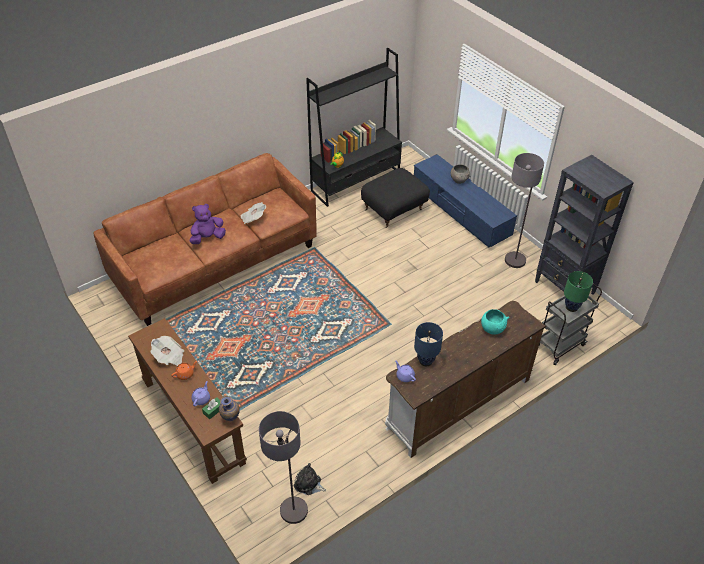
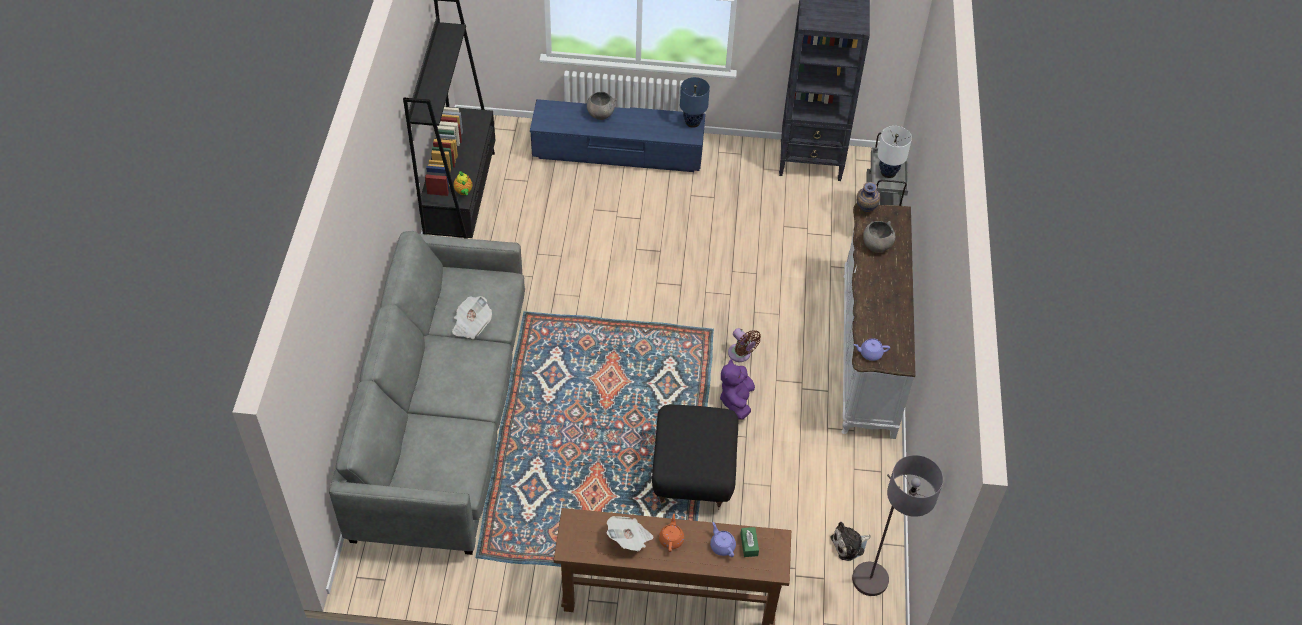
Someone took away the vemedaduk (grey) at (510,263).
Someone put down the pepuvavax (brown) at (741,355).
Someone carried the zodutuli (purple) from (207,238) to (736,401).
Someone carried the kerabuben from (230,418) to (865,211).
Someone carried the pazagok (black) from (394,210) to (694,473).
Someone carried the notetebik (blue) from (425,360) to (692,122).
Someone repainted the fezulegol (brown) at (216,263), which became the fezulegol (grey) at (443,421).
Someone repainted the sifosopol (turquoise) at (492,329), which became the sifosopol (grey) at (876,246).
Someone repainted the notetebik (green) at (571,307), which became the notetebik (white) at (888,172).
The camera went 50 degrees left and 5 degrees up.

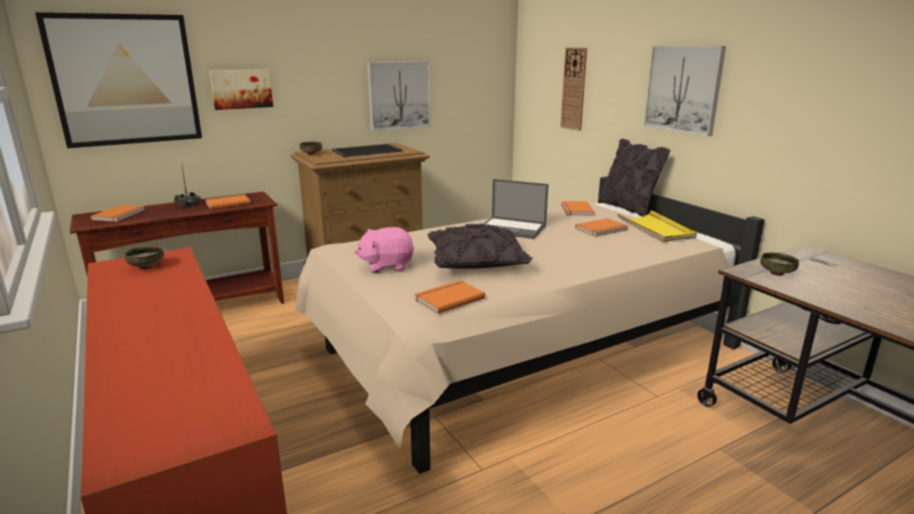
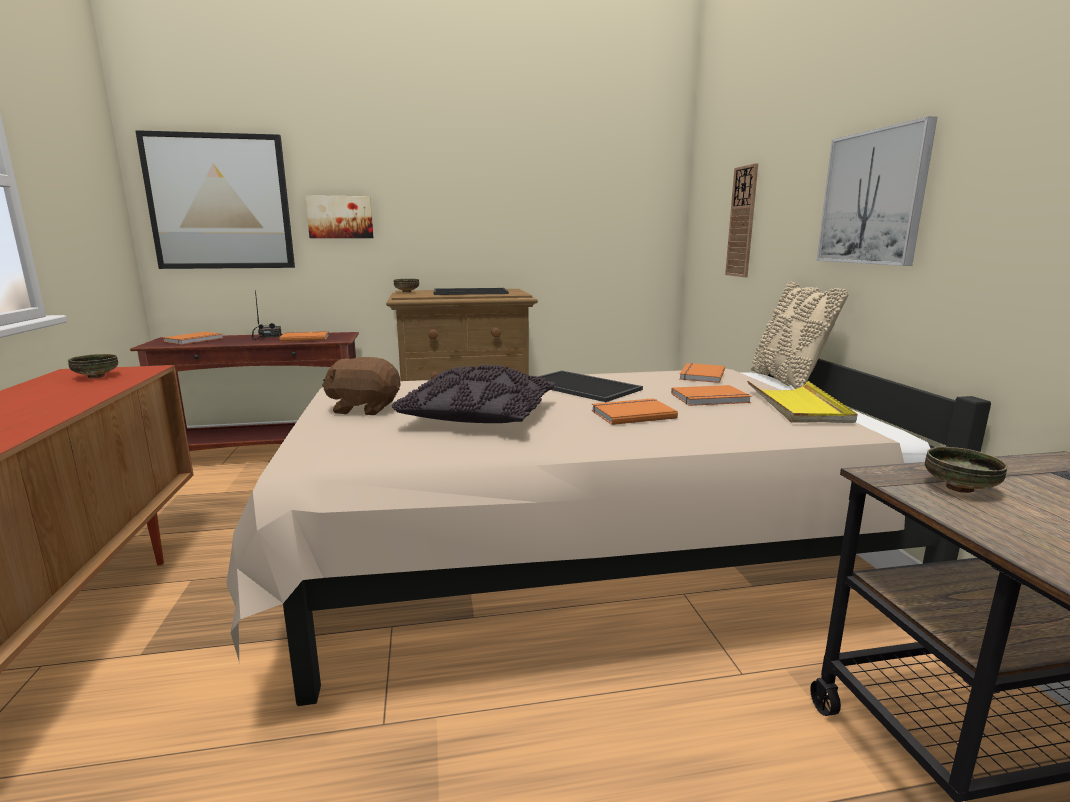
Someone took away the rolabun at (399,95).
Someone carried the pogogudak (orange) from (448,298) to (632,414).
Someone swapped the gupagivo at (513,228) for the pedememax at (583,386).
Someone repainted the zodutuli (pink) at (387,266), which became the zodutuli (brown) at (364,408).
Someone repainted the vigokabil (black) at (628,208), which became the vigokabil (beige) at (787,380).
The camera went 20 degrees right and 5 degrees down.

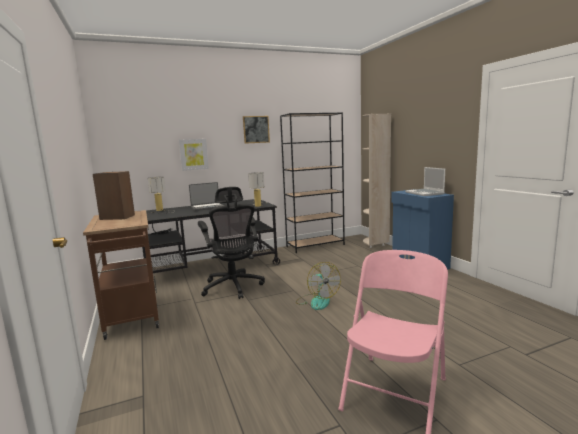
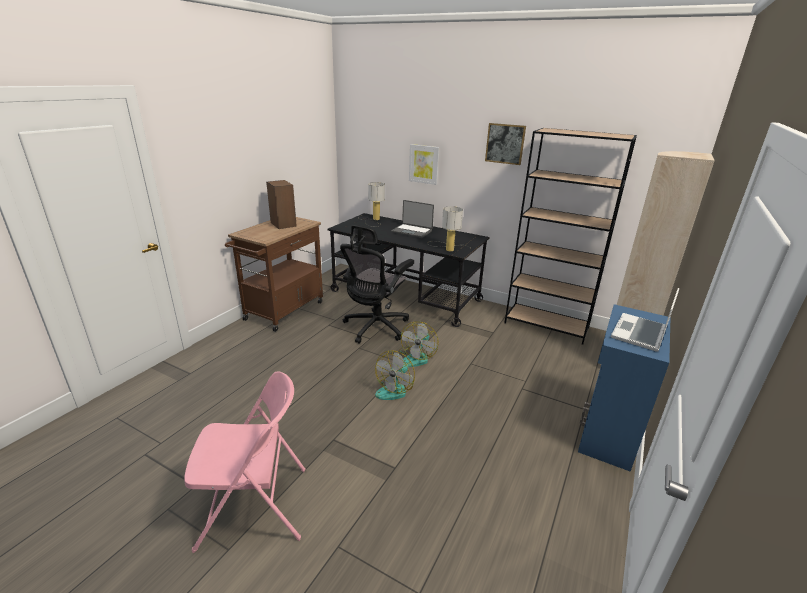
Someone put down the pepuvavax at (417,357).
The camera went 50 degrees right and 15 degrees up.

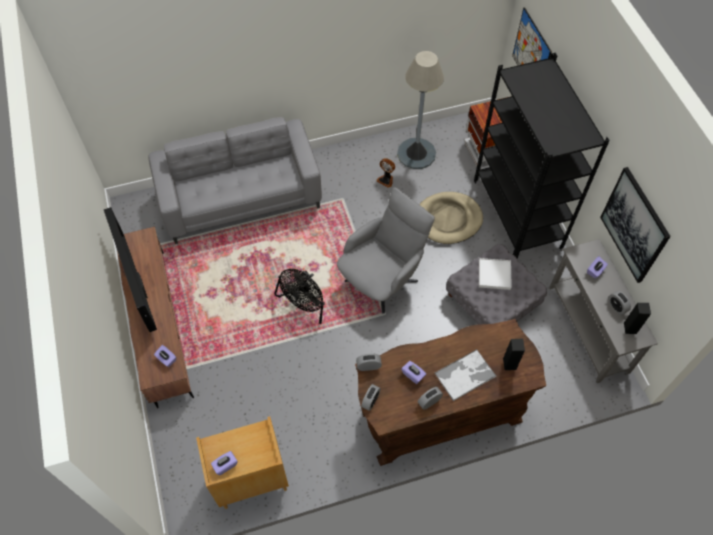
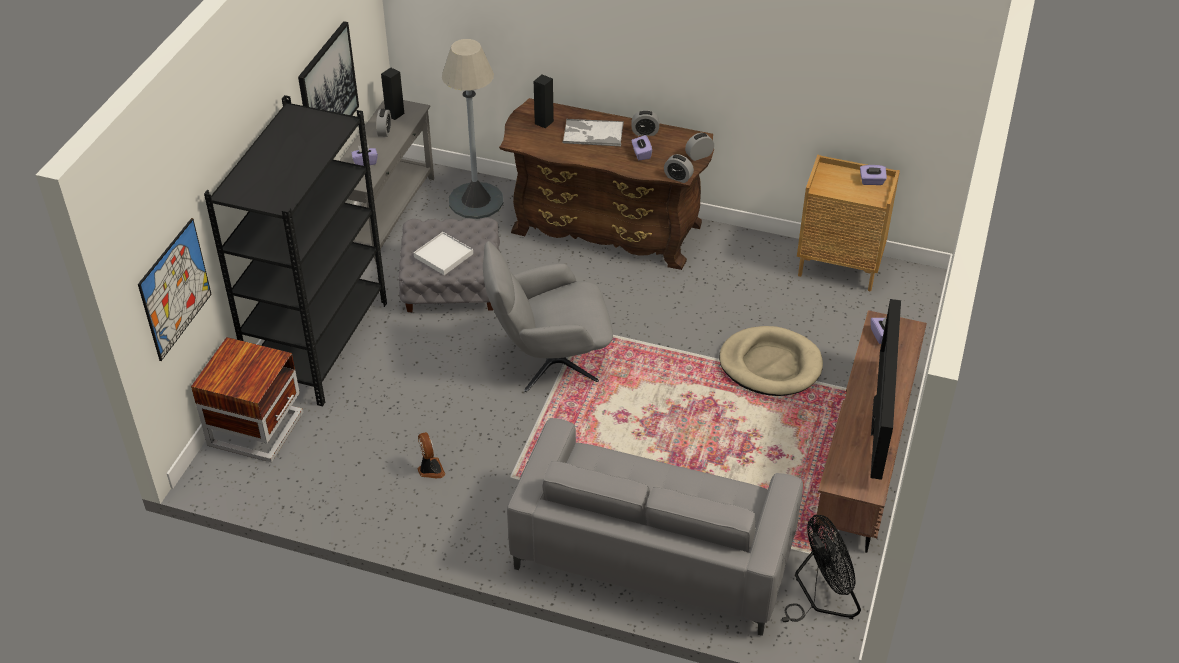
Someone carried the pepuvavax (black) from (304,301) to (817,592).
Someone carried the vemedaduk (grey) from (416,153) to (476,201).
Someone carried the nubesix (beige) from (448,219) to (770,365).
The camera went 145 degrees left and 15 degrees down.

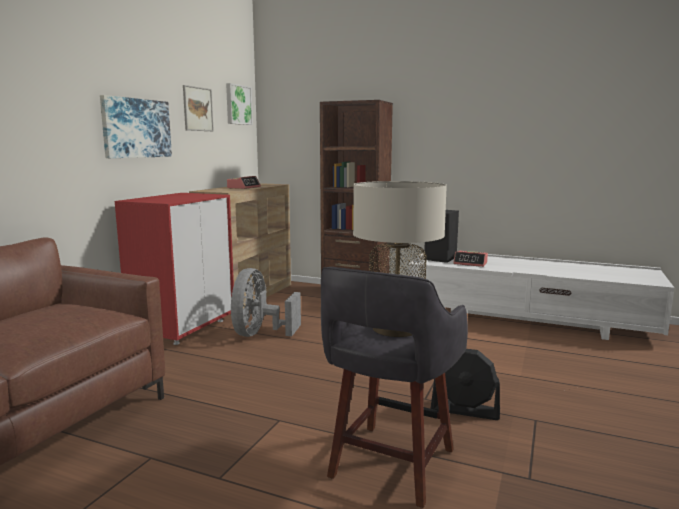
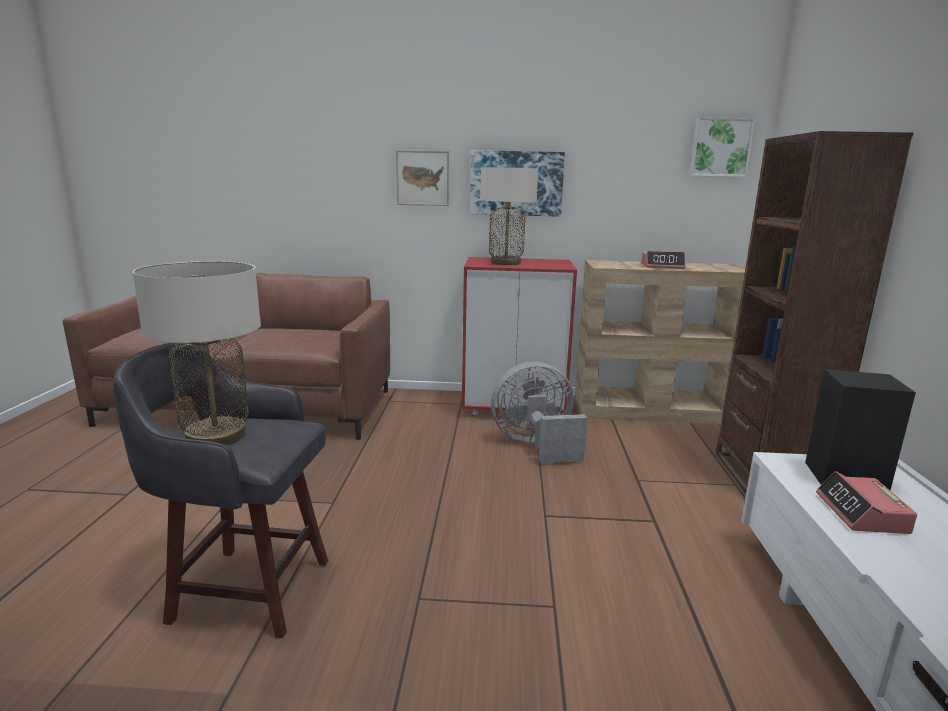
Someone took away the pepuvavax (black) at (465,410).
Someone put down the notetebik at (505,262).
Someone carried the rolabun from (198,109) to (422,178).
The camera went 70 degrees right and 5 degrees up.

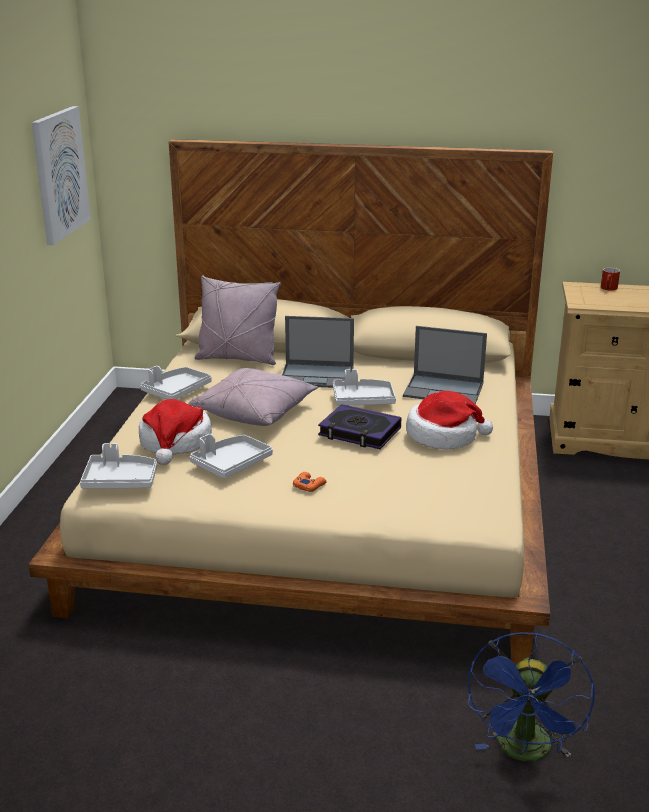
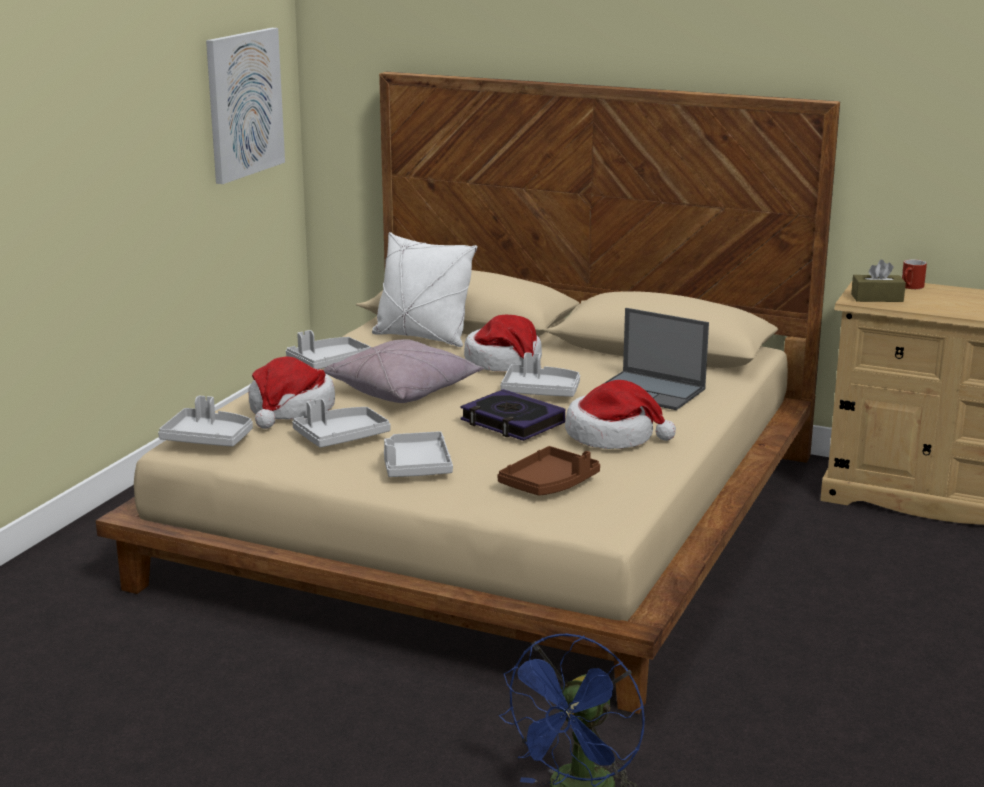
Someone put down the pedememax (brown) at (549,484).
Someone put down the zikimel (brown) at (877,298).
Someone swapped the gupagivo at (318,376) for the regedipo at (505,363).
Someone swapped the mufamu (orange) at (309,485) for the pedememax (grey) at (416,466).
Someone repainted the vigokabil (purple) at (237,358), which became the vigokabil (white) at (422,337).
The camera went 15 degrees right and 5 degrees down.

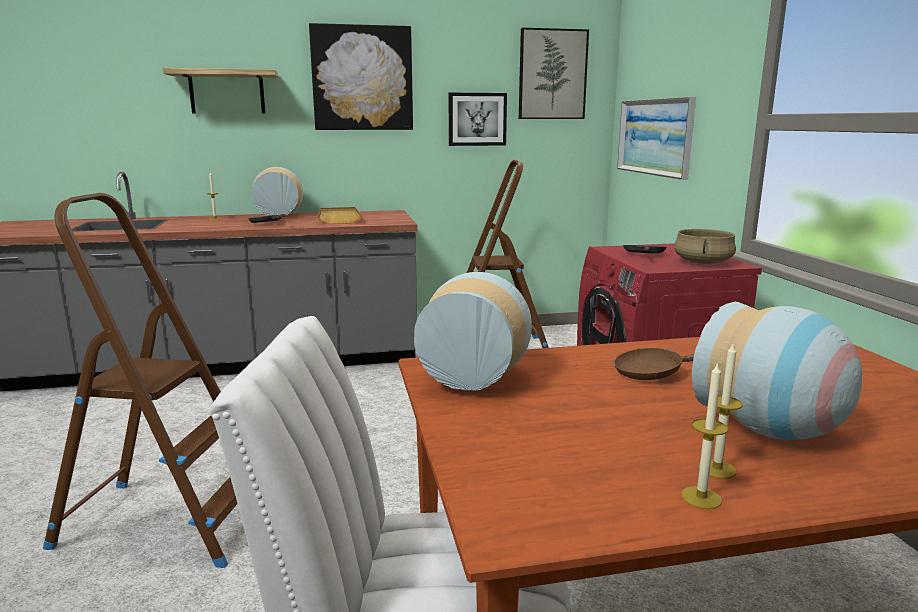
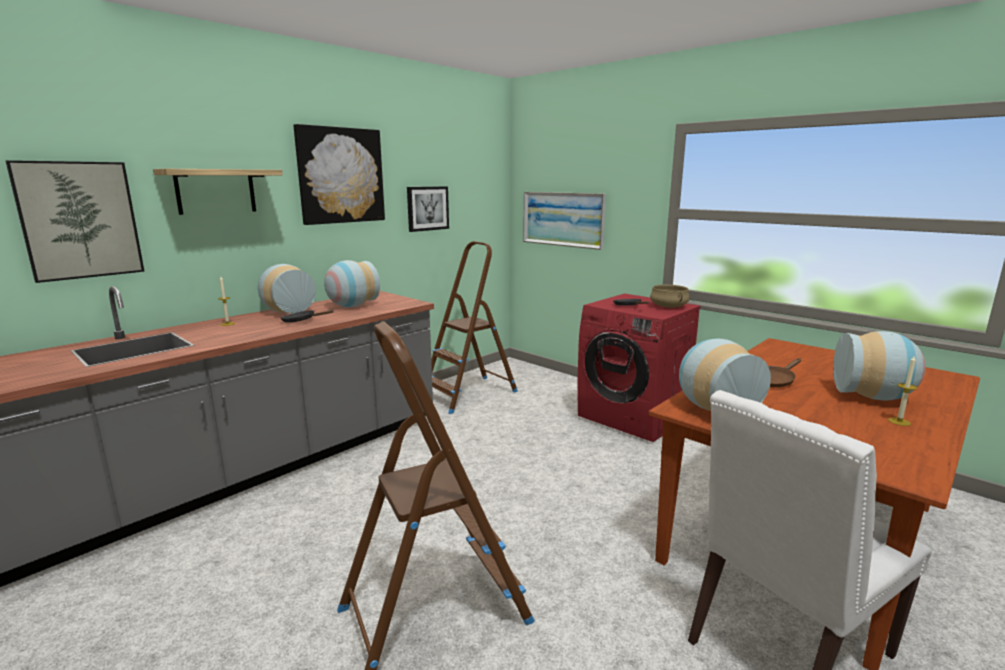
Someone took away the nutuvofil at (701,497).
Someone carried the rolabun from (552,75) to (79,220).
Someone swapped the pedememax (beige) at (339,218) for the kerabuben at (351,306).
The camera went 35 degrees left and 0 degrees up.

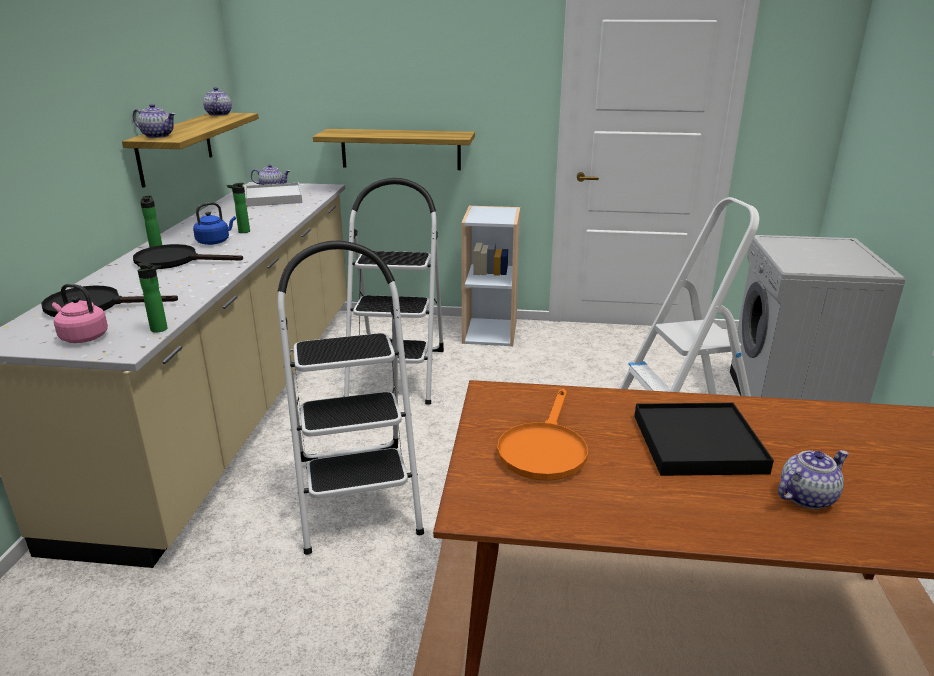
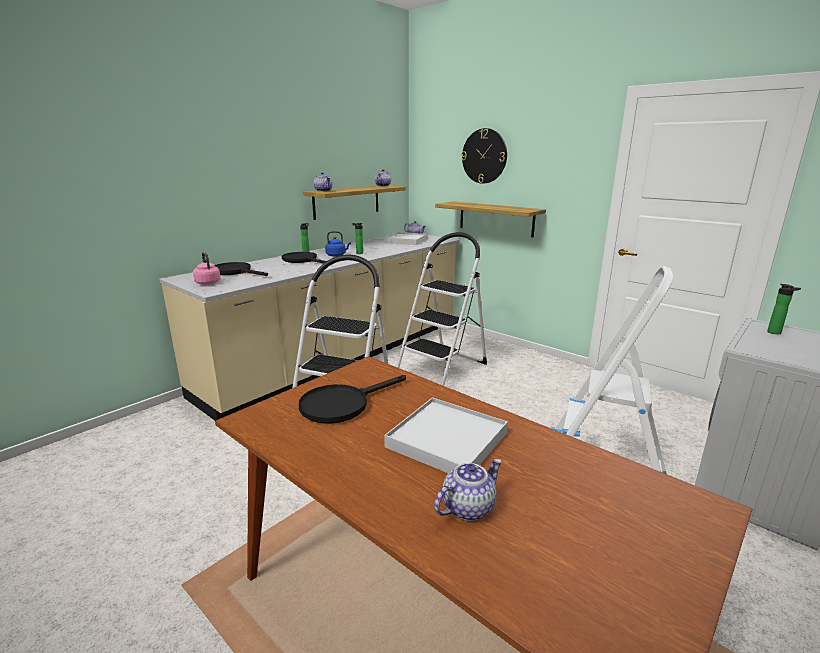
Someone took away the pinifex at (490,331).
Someone put up the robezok at (484,156).
Someone carried the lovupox from (161,329) to (776,333).
Someone repainted the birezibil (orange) at (543,448), which became the birezibil (black) at (342,404).
Someone repainted the pedememax (black) at (697,444), which became the pedememax (white) at (446,440).
Someone rotated the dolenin at (806,496) by 45 degrees counterclockwise.
The camera went 35 degrees right and 5 degrees down.

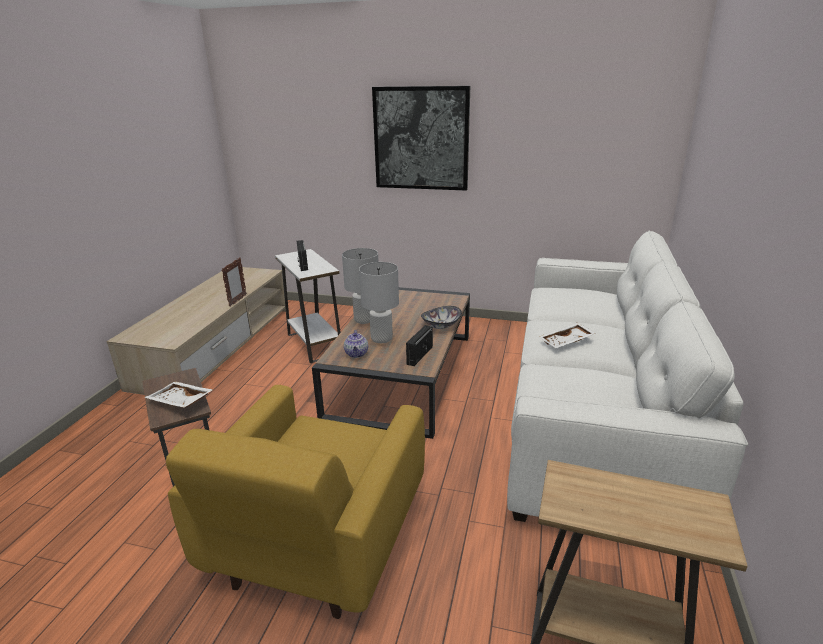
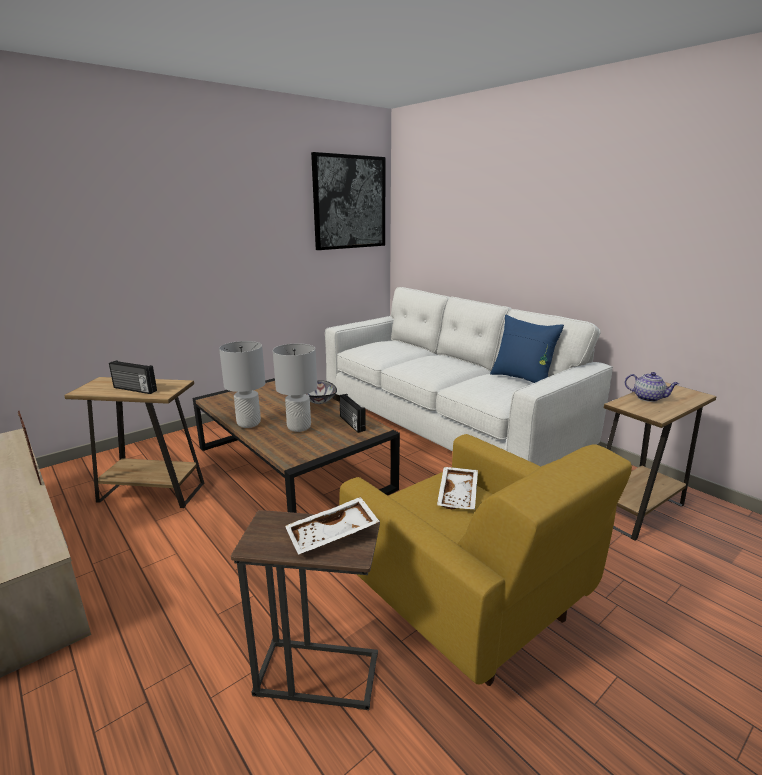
Someone put down the vigokabil (blue) at (521,380).
Someone carried the dolenin from (356,354) to (648,398).
Someone carried the rolabun from (421,139) to (349,202).
Someone carried the pedememax (white) from (566,342) to (459,495).
Someone repainted the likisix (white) at (314,344), which became the likisix (brown) at (152,492).
The camera went 55 degrees left and 5 degrees down.

